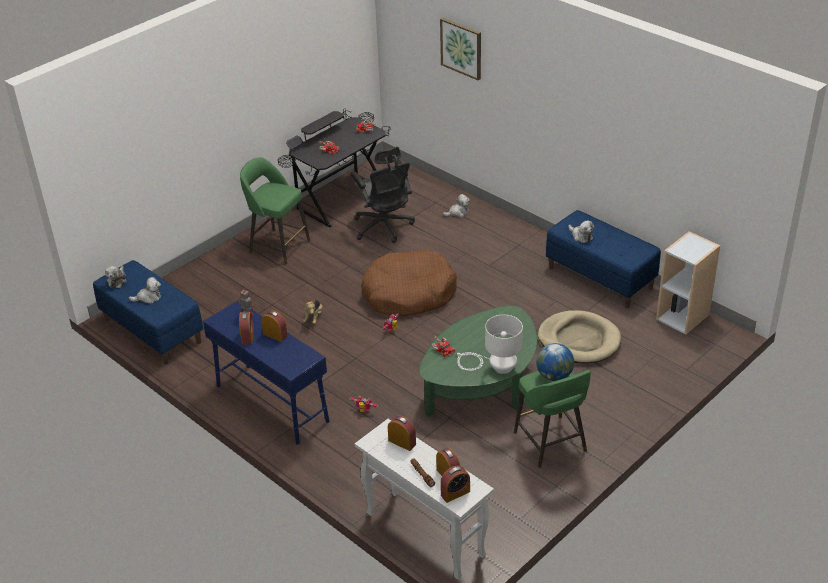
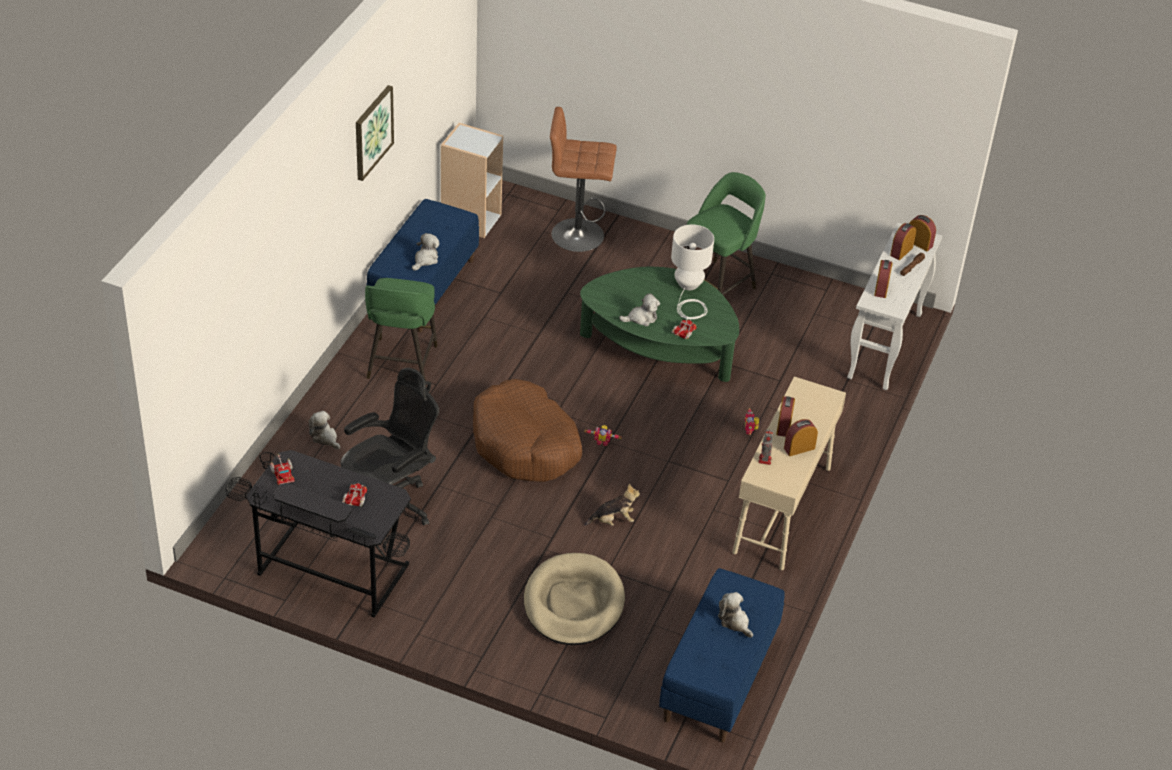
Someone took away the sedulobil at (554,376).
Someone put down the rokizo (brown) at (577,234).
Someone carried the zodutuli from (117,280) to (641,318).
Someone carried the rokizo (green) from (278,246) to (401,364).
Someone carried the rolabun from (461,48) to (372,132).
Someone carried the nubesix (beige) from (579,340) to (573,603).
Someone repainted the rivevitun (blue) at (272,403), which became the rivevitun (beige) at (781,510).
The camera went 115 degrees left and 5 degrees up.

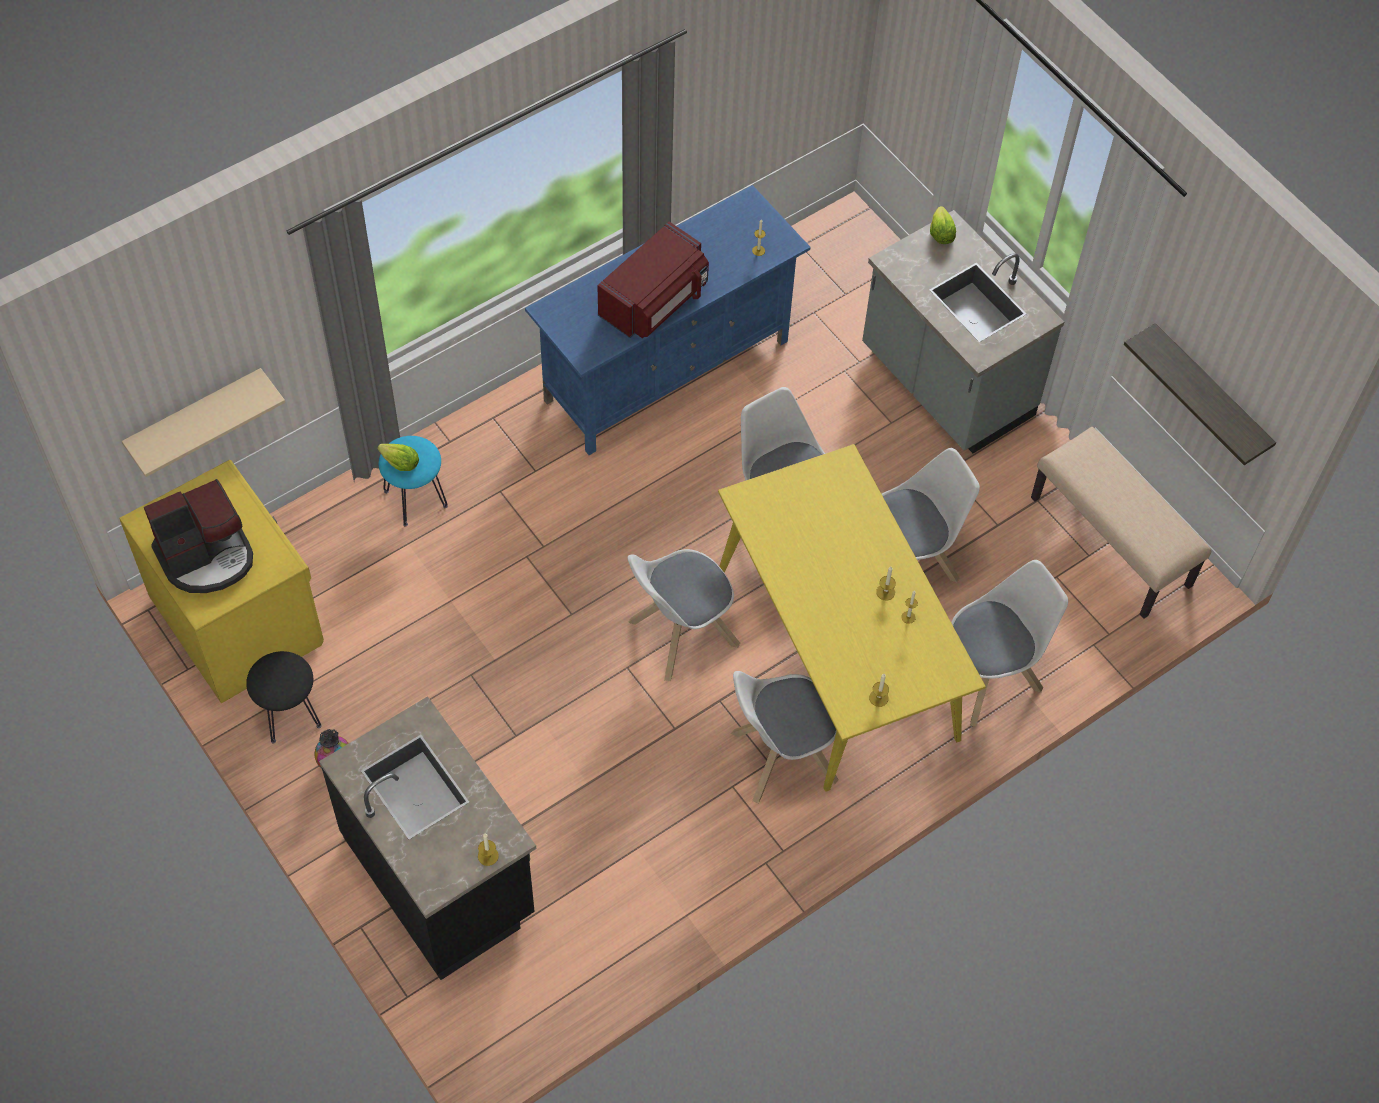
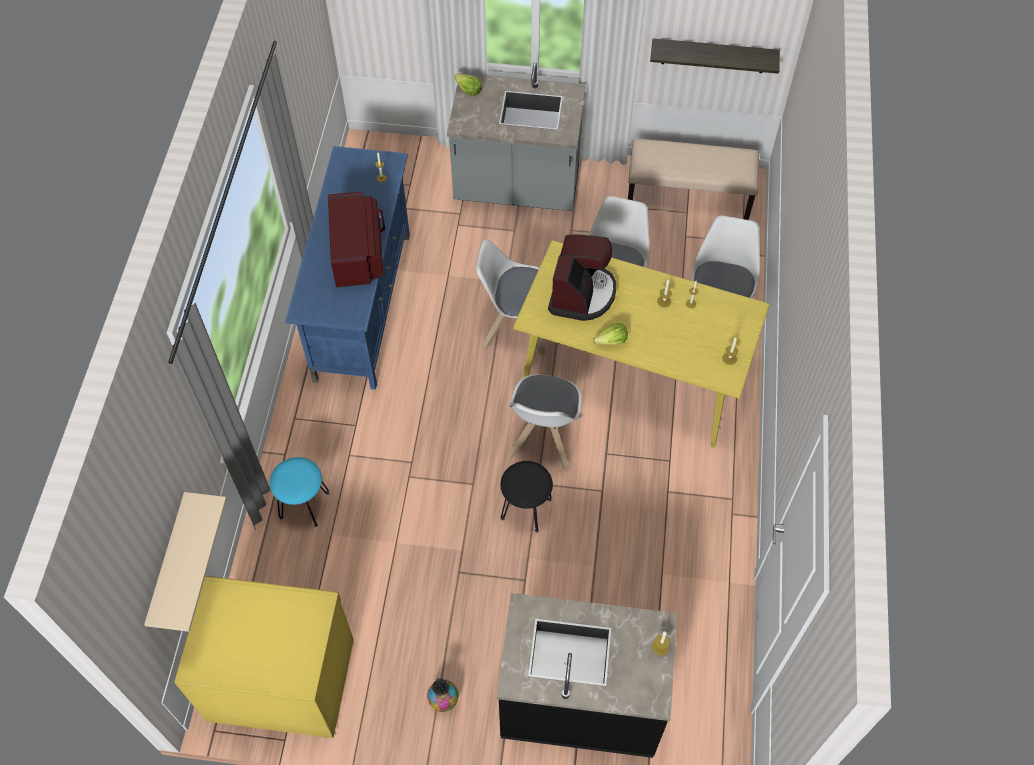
Someone took away the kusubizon at (780,757).
Someone carried the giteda from (207,557) to (581,294).
Someone carried the rokizo (black) from (289,713) to (526,509).
Someone carried the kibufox from (400,463) to (611,341).
The camera went 45 degrees left and 0 degrees up.

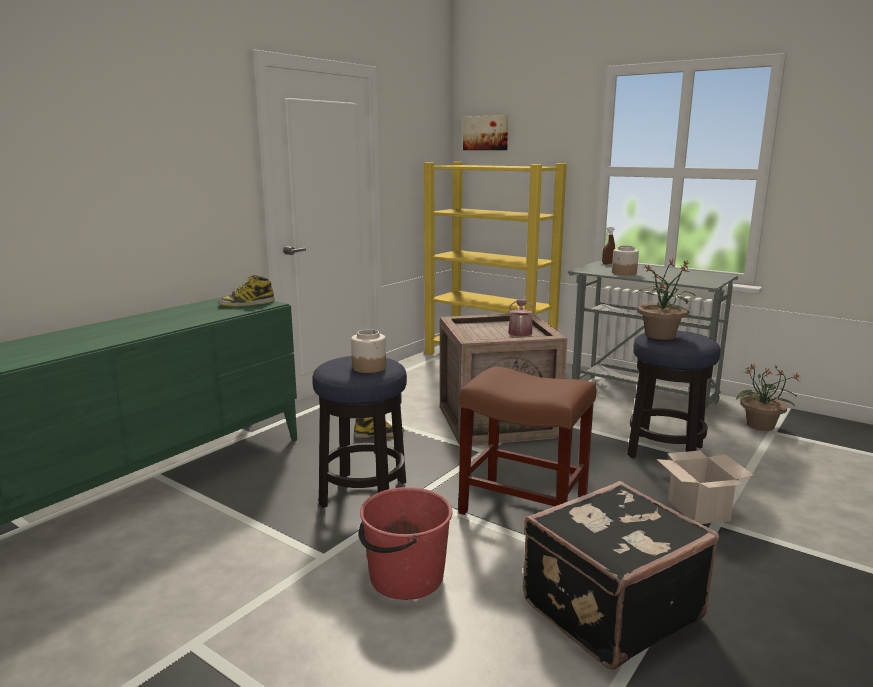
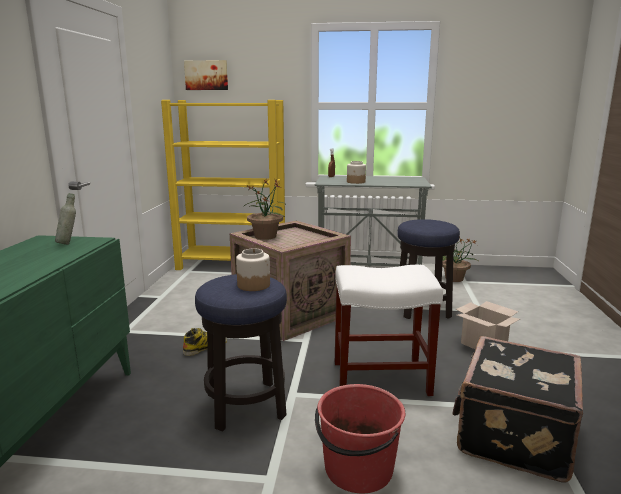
Someone took away the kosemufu at (520,332).
Someone carried the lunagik from (660,335) to (265,236).
Someone swapped the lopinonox at (247,304) for the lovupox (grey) at (69,243).
Someone repainted the rokizo (brown) at (525,508), which became the rokizo (white) at (382,378).
The camera went 30 degrees left and 0 degrees up.

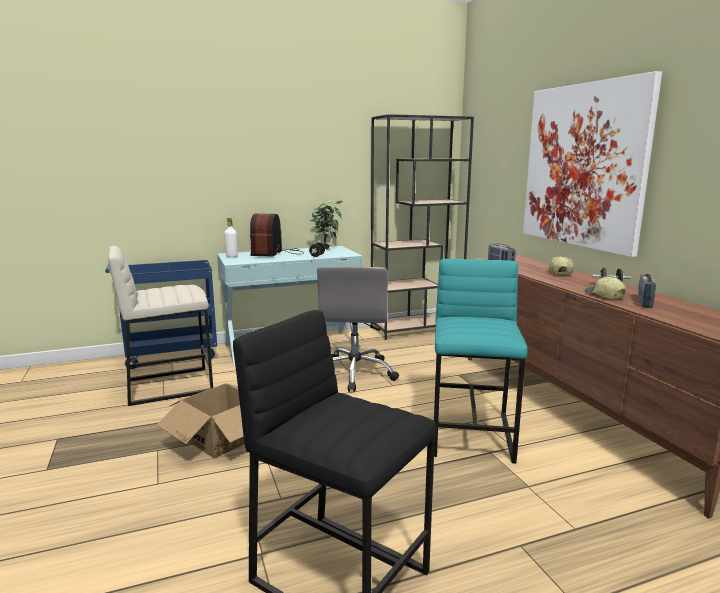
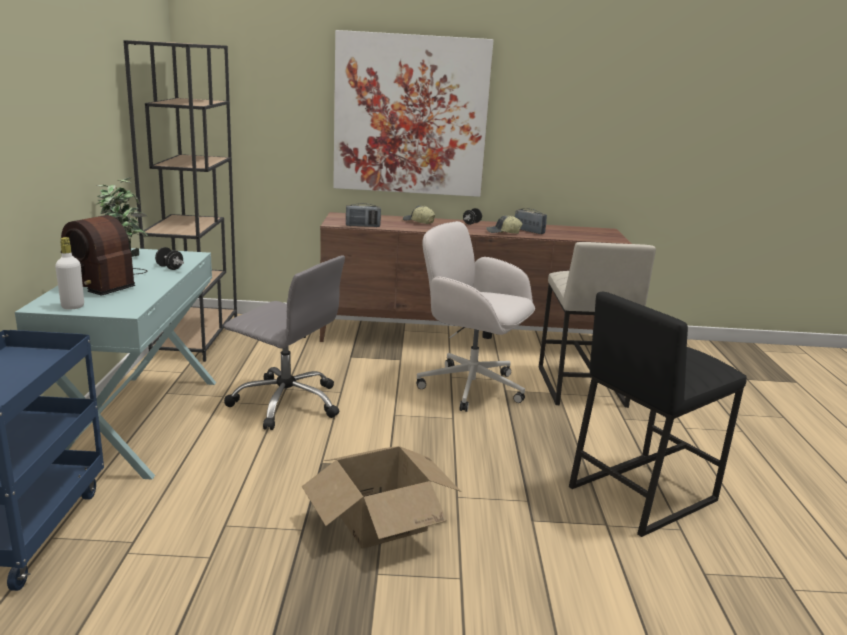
Someone carried the rokizo (beige) from (169,386) to (581,386).
Someone swapped the rokizo (turquoise) at (471,434) for the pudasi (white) at (471,388).
The camera went 70 degrees left and 5 degrees up.

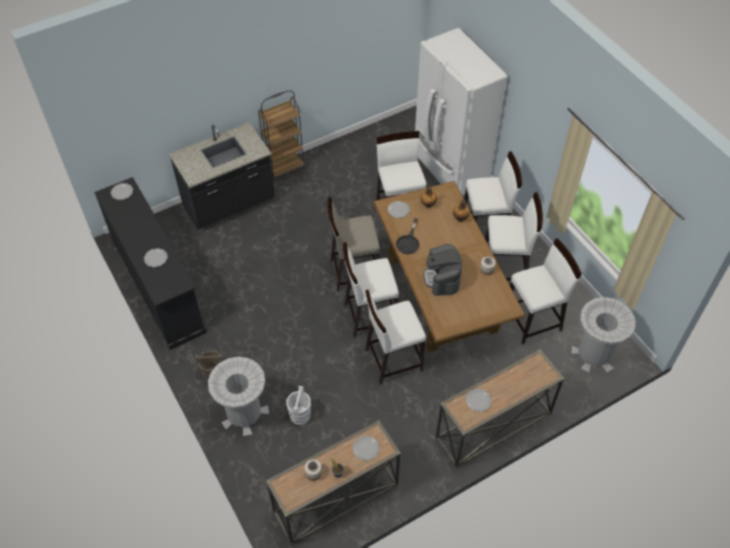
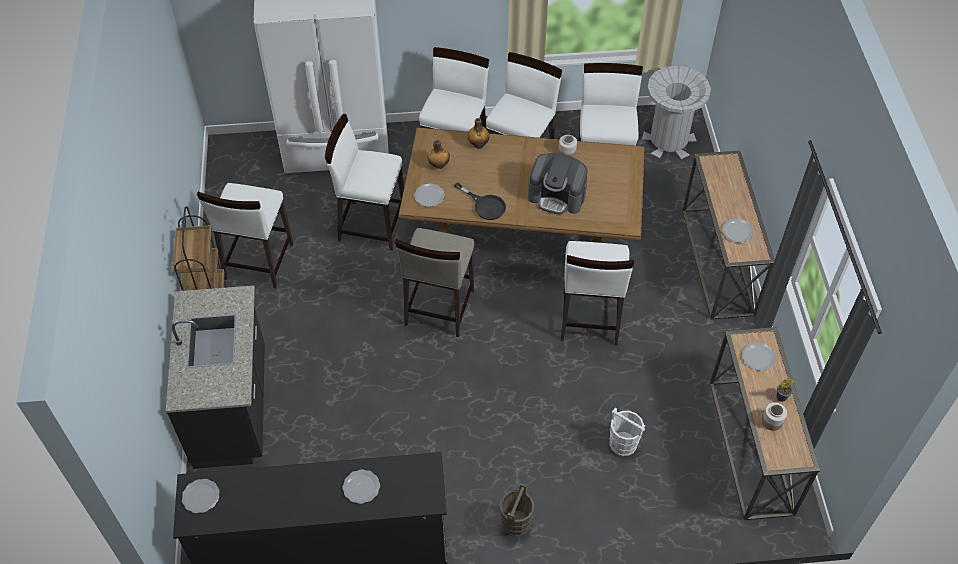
Someone took away the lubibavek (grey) at (244,413).
Someone carried the rokizo (white) from (369,316) to (258,262).
The camera went 65 degrees left and 0 degrees up.

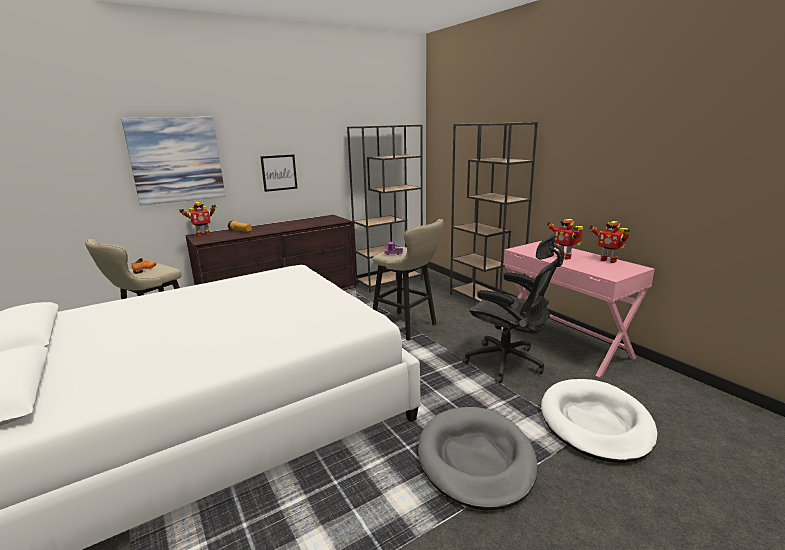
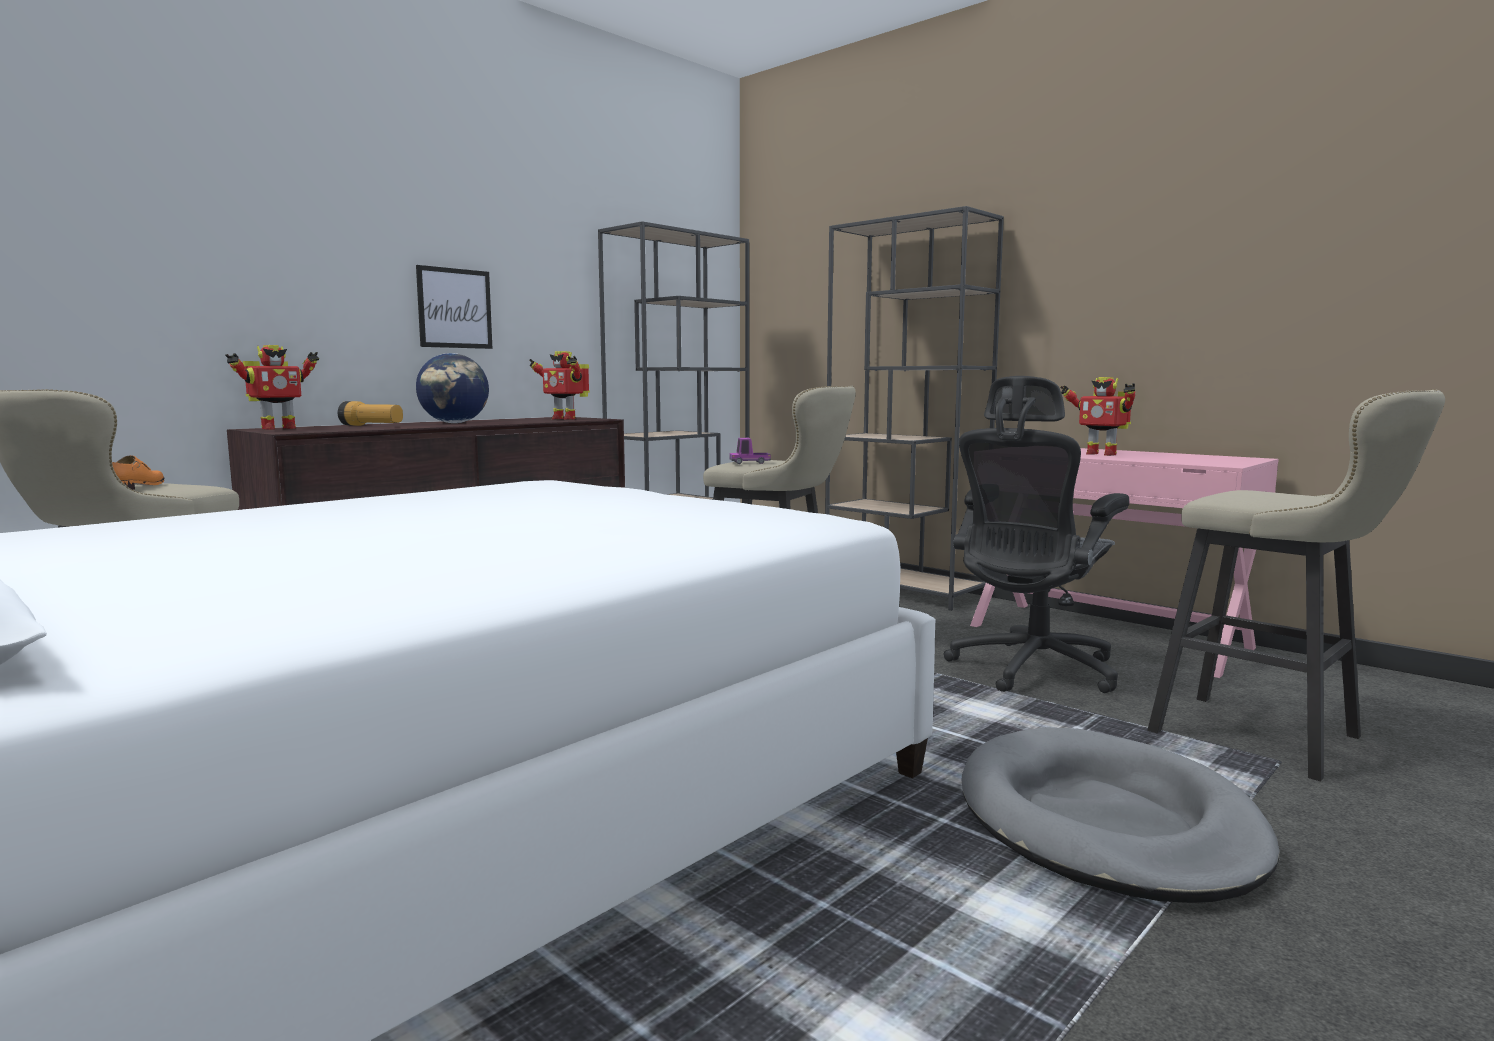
Someone took away the rolabun at (176,160).
Someone put down the sedulobil at (454,423).
Someone carried the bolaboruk from (608,260) to (564,419).
Someone swapped the nubesix (white) at (595,423) for the rokizo (beige) at (1280,741).
Someone rotated the pudasi at (507,363) by 105 degrees clockwise.
The camera went 15 degrees left and 10 degrees down.

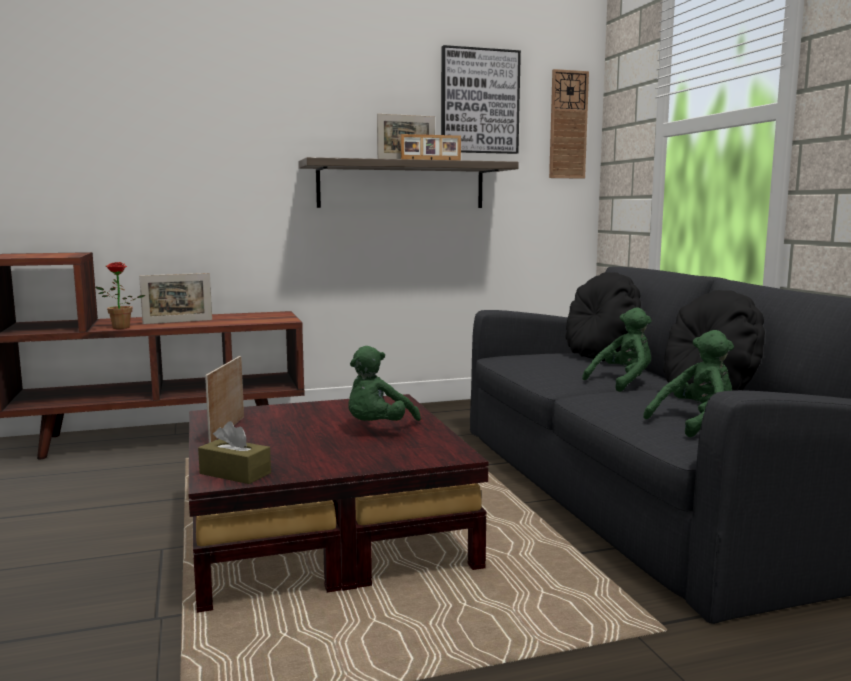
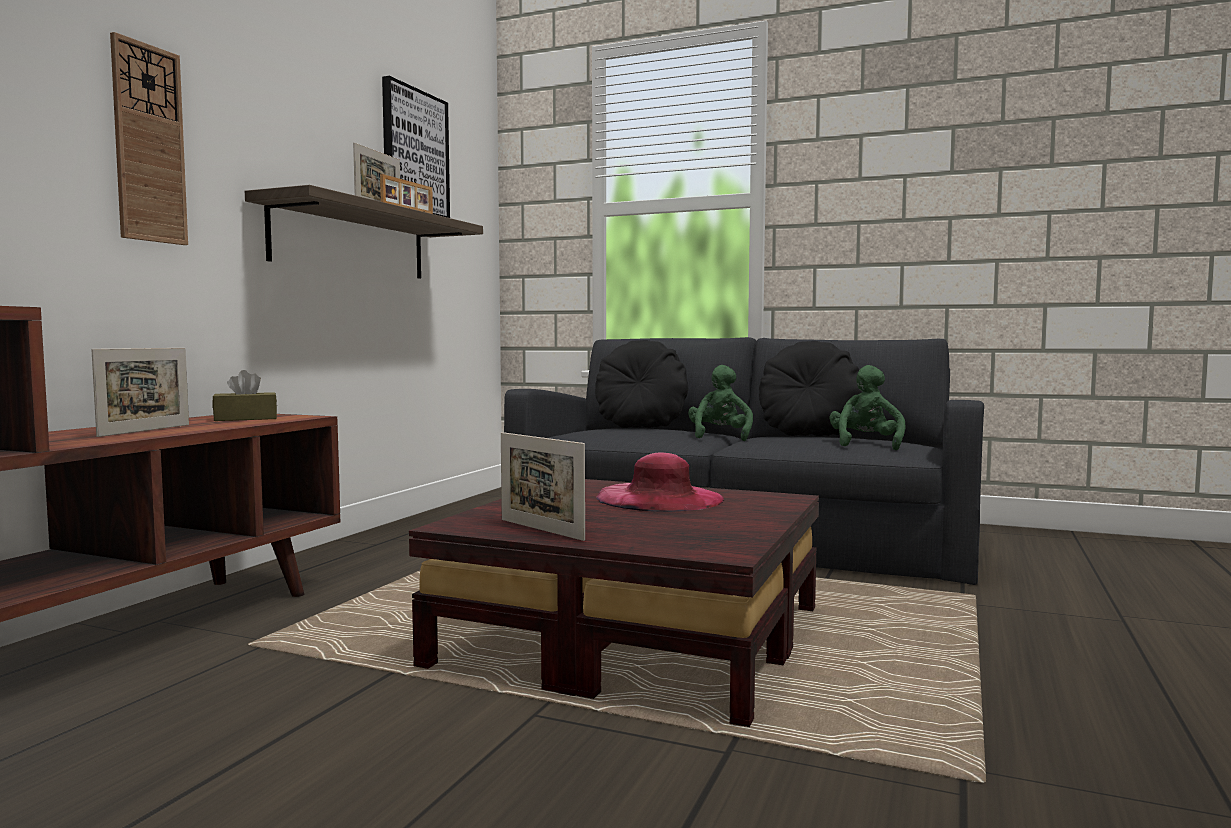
Someone took away the lunagik at (119,328).
Someone carried the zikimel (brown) from (235,473) to (245,418).
Someone carried the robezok from (568,125) to (148,144).
Someone swapped the zodutuli (green) at (377,428) for the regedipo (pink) at (660,498).
The camera went 50 degrees left and 5 degrees down.

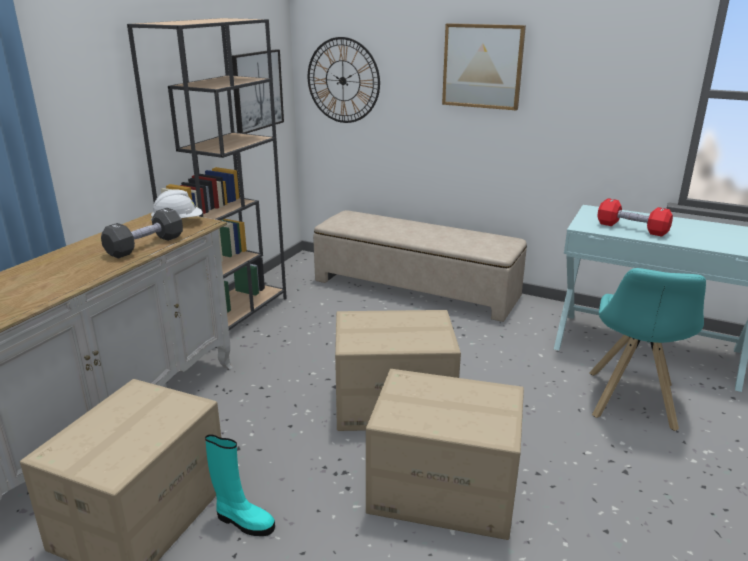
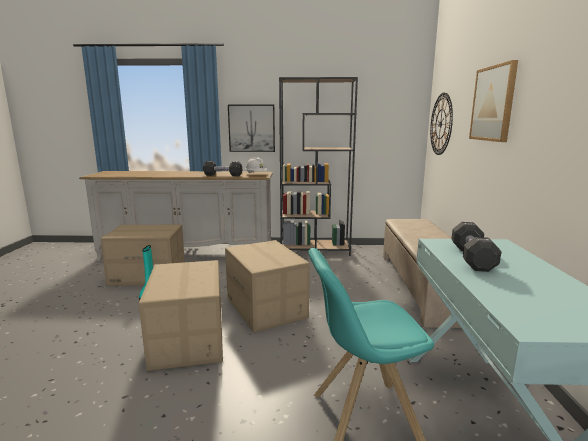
Someone carried the rolabun from (256,91) to (251,128).
Someone repainted the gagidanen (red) at (632,228), which became the gagidanen (black) at (472,258).
The camera went 65 degrees right and 10 degrees down.

